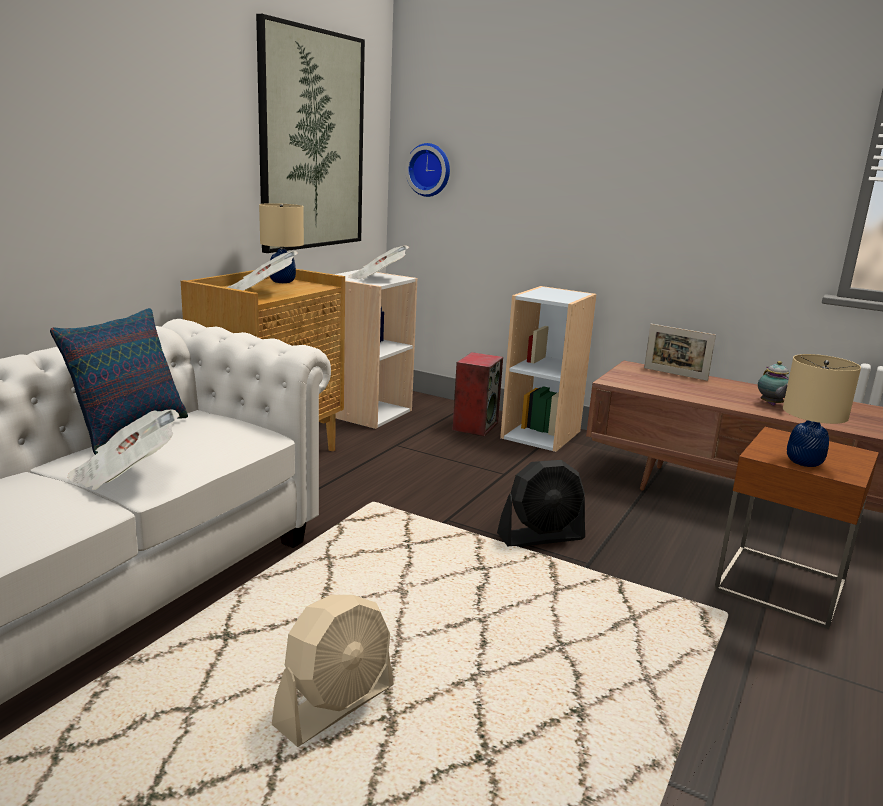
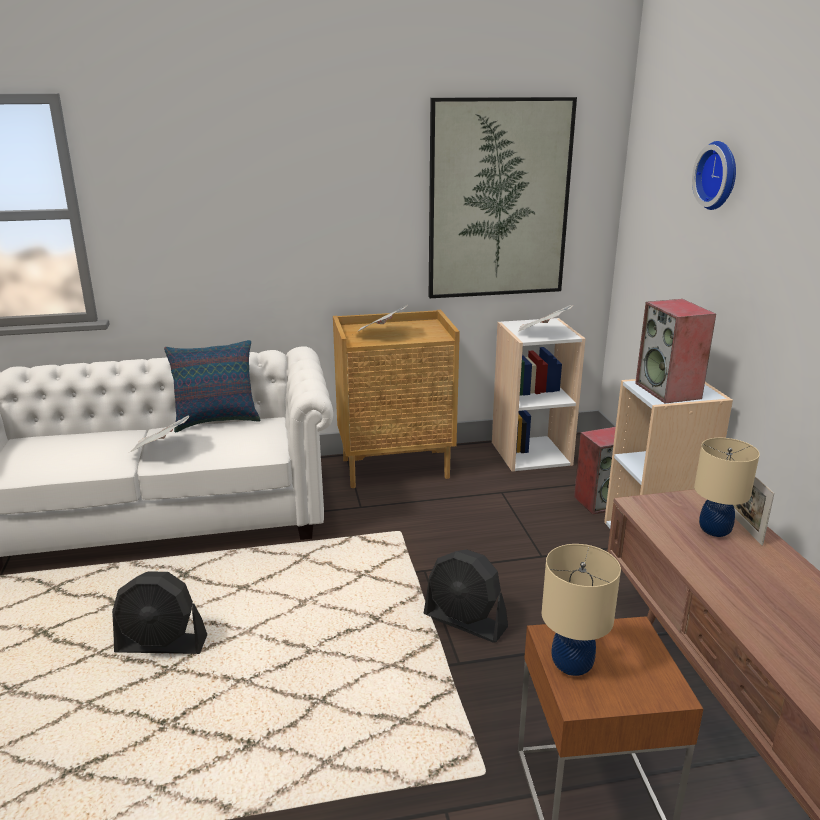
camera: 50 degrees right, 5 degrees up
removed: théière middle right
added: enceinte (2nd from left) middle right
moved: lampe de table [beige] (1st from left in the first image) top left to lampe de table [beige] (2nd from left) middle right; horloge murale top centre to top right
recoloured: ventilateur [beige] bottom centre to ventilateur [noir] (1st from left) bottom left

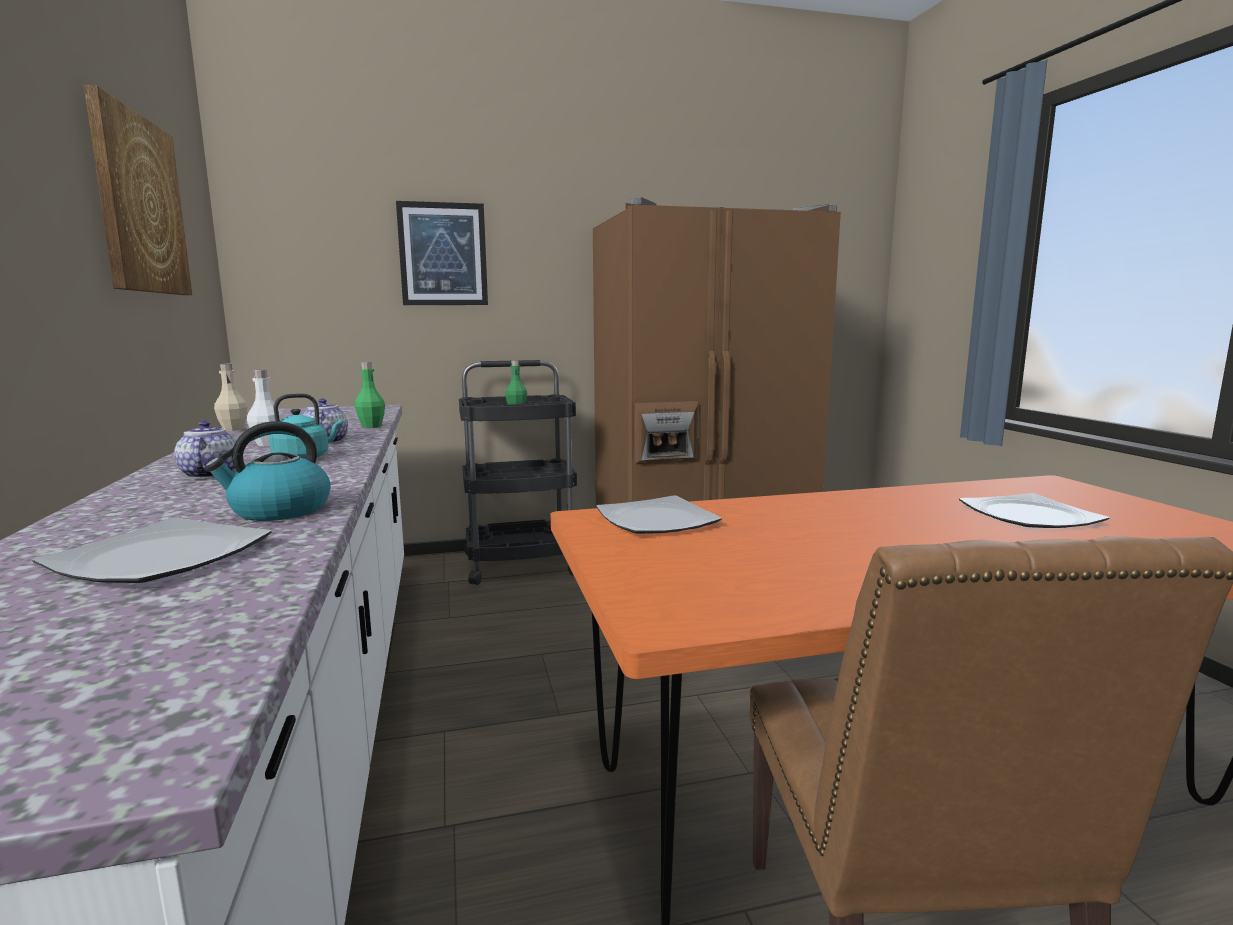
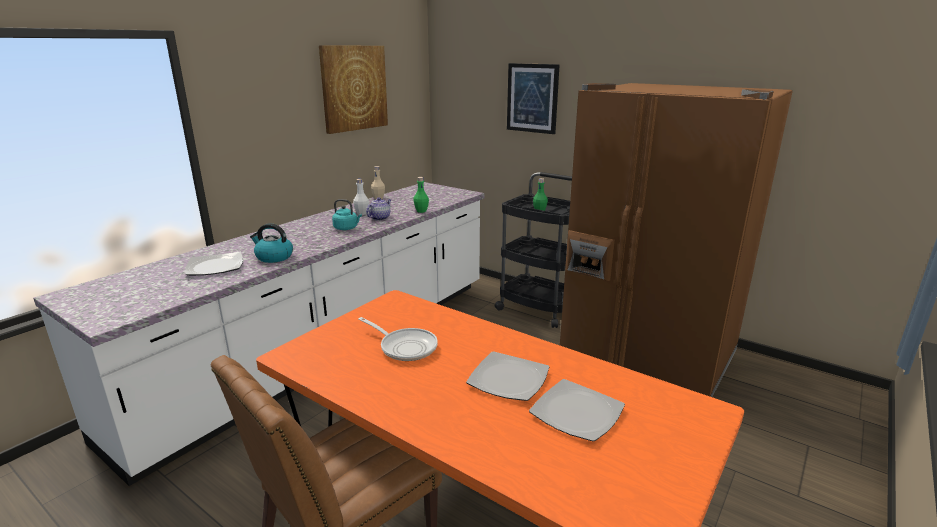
camera: 50 degrees right, 10 degrees up
removed: théière (1st from left) middle left
added: poêle centre
moved: assiette (2nd from left) centre to bottom centre

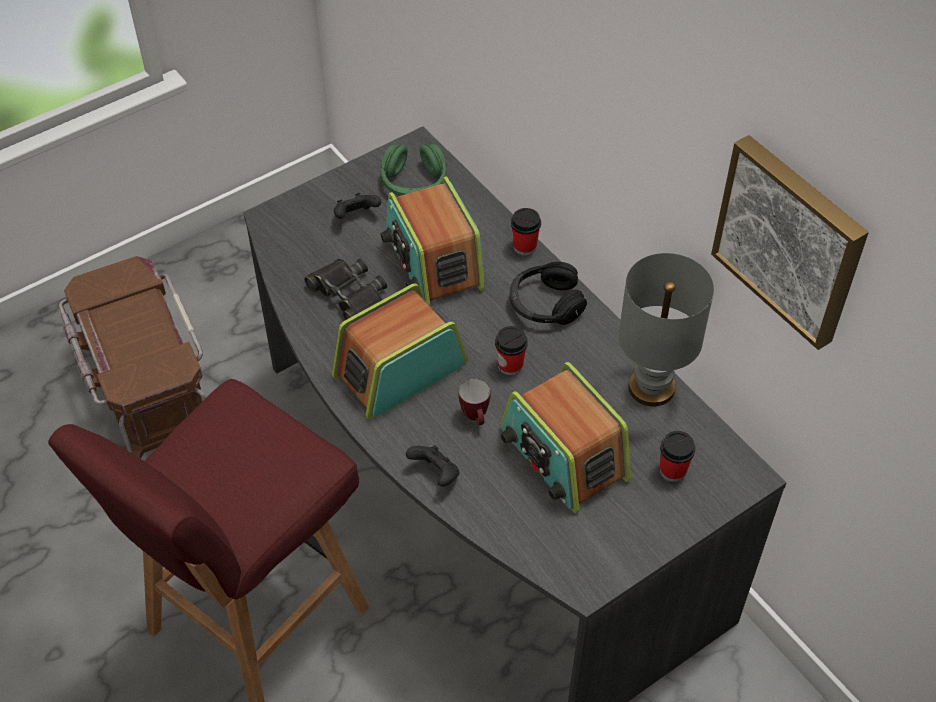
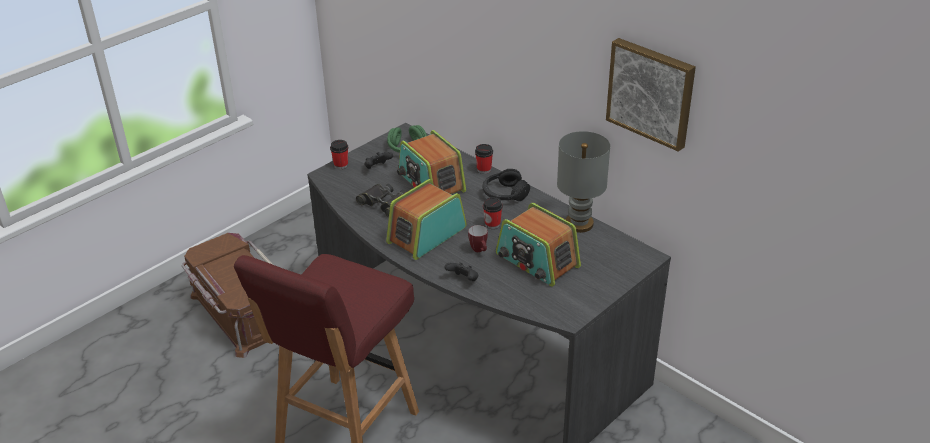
camera: 10 degrees left, 15 degrees down
moved: tasse (3rd from left in the first image) middle right to tasse (1st from left) centre

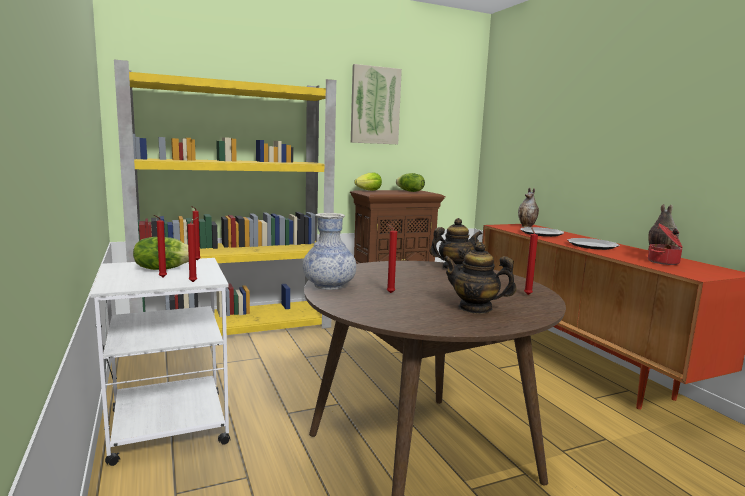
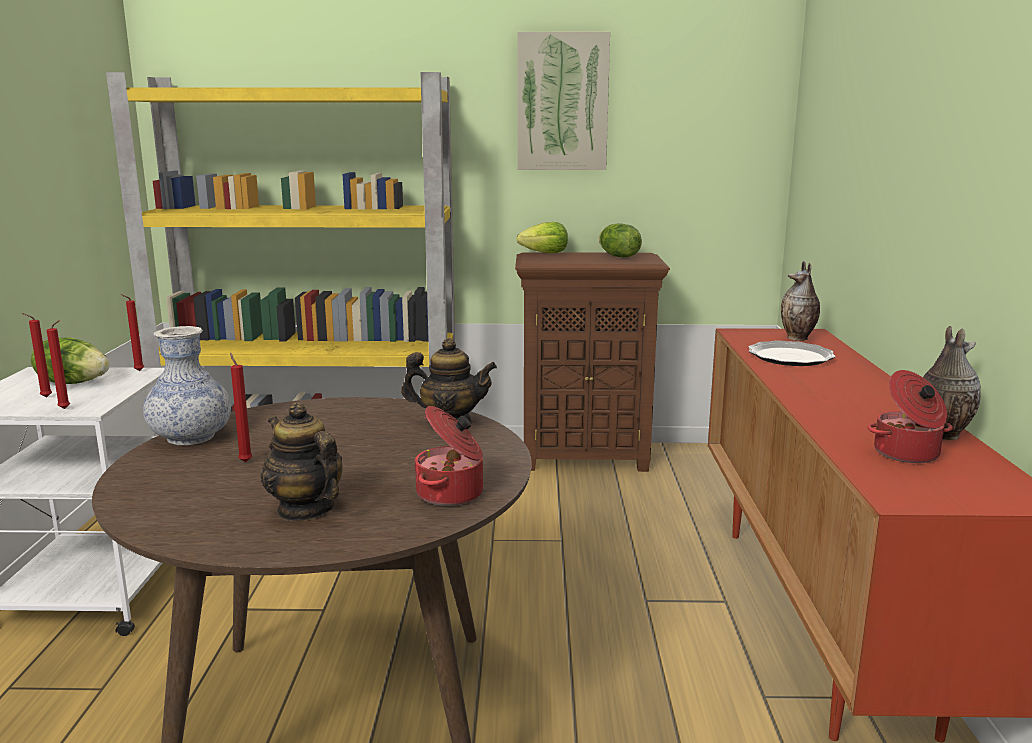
camera: 25 degrees right, 5 degrees up
removed: assiette (2nd from left) middle right
replaced: bougie [rouge] (5th from left) middle right to marmite (1st from left) centre

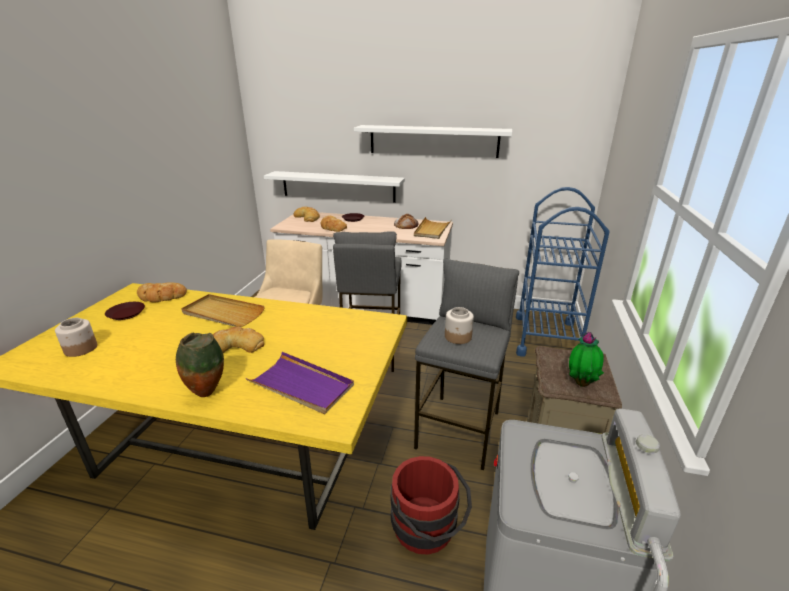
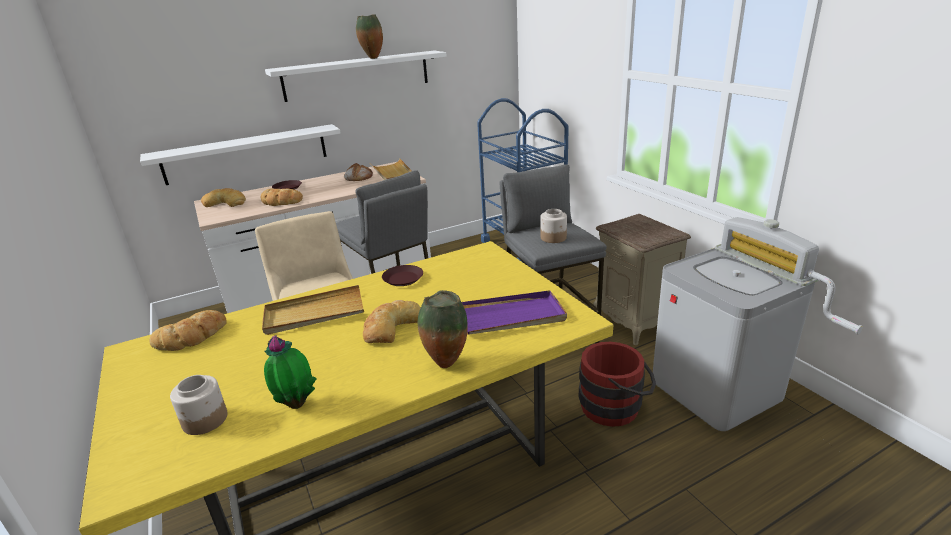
camera: 40 degrees left, 0 degrees up
added: vase (1st from left) top centre
moved: assiette [marron] (1st from left in the first image) middle left to assiette [marron] (2nd from left) centre; plante en pot middle right to bottom left

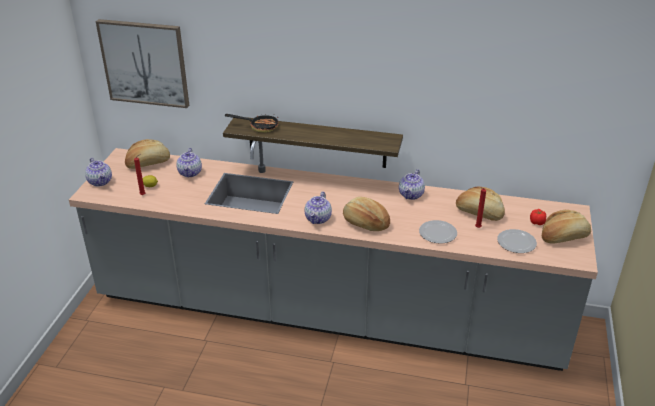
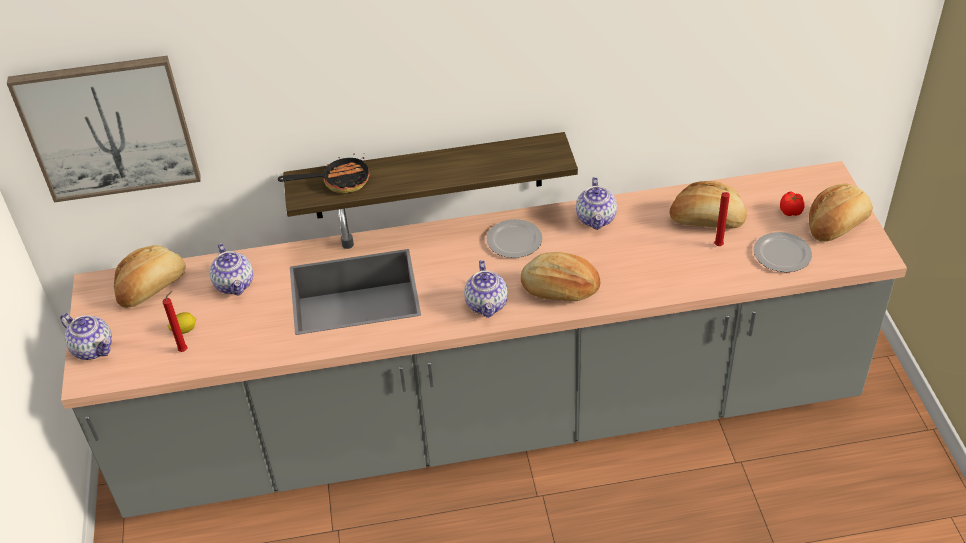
camera: 20 degrees left, 10 degrees up
moved: assiette (1st from left) middle right to centre

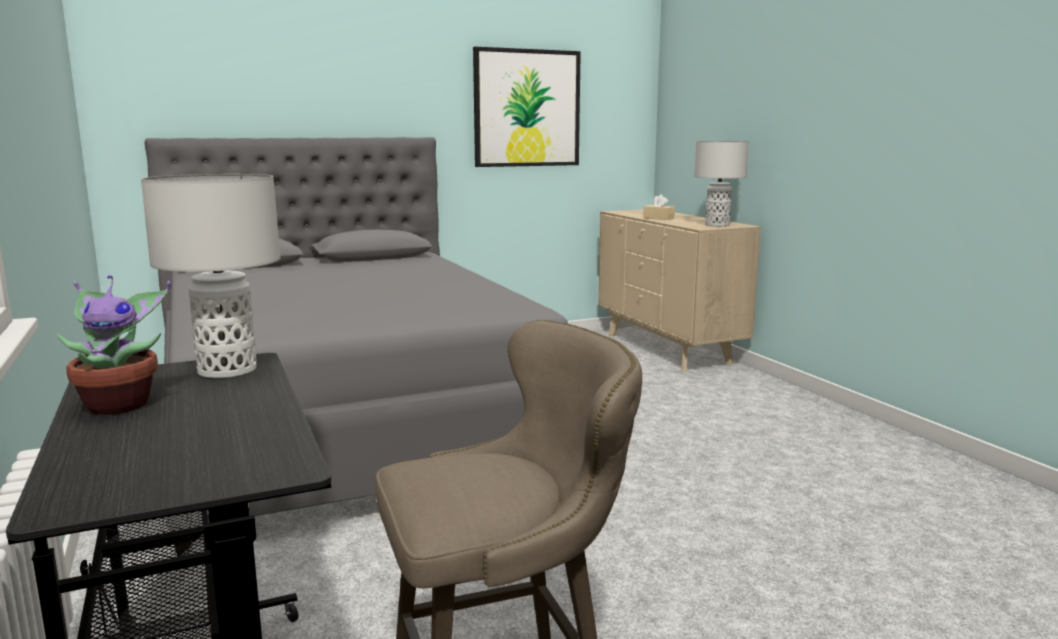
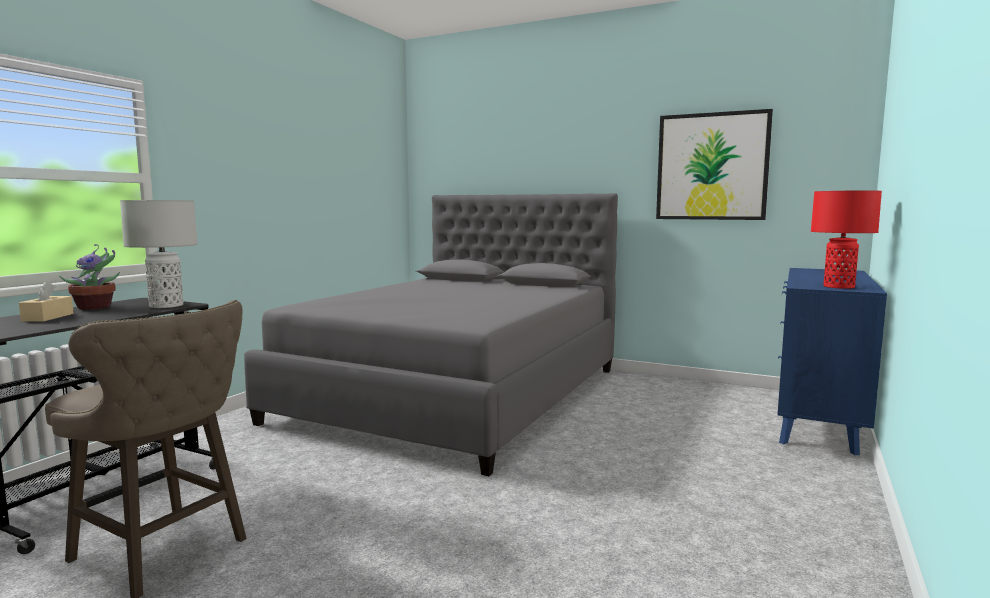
camera: 50 degrees right, 5 degrees down
moved: boîte à mouchoirs [beige] top centre to middle left
recoloured: commode [beige] centre to commode [bleu] middle right; lampe de table [blanc] (2nd from left) top right to lampe de table [rouge] middle right

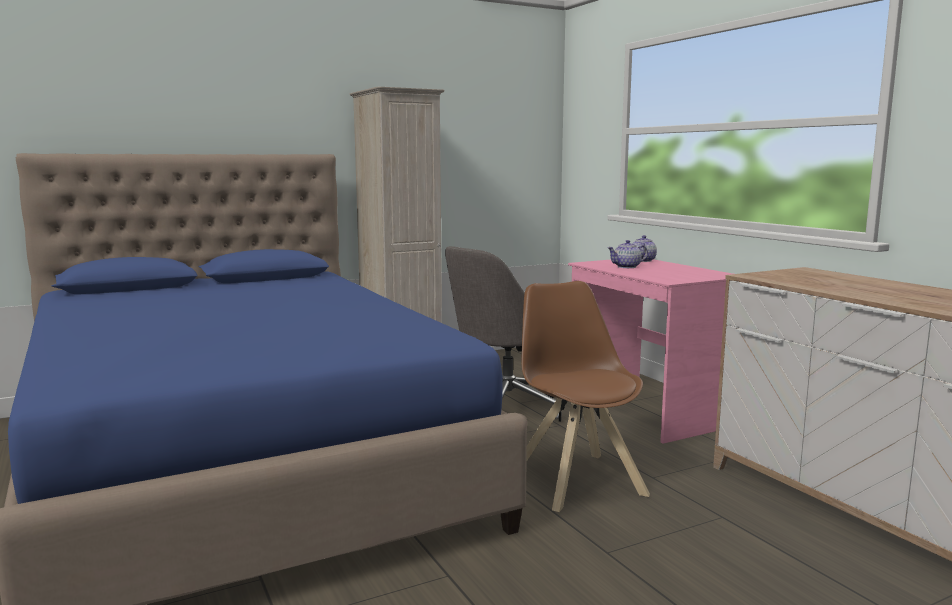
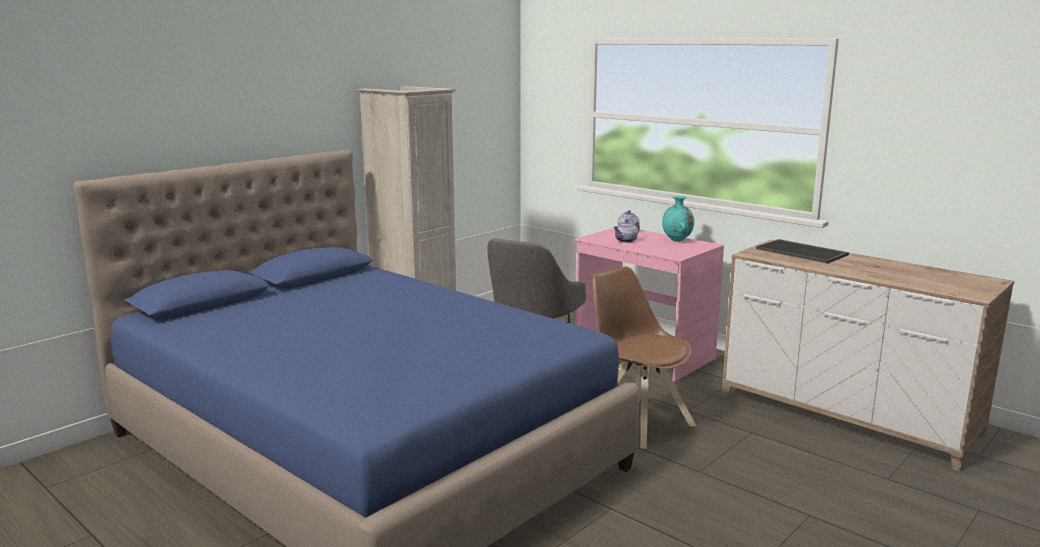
camera: 20 degrees left, 5 degrees up
added: vase [turquoise] centre; plateau middle right

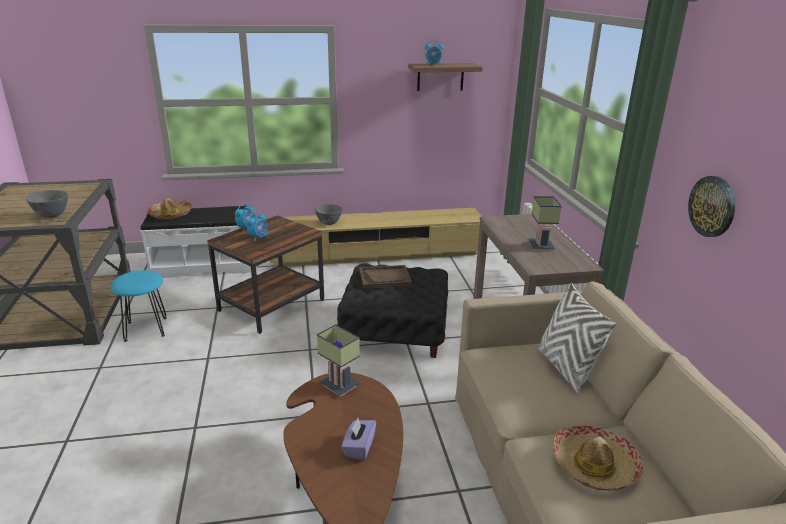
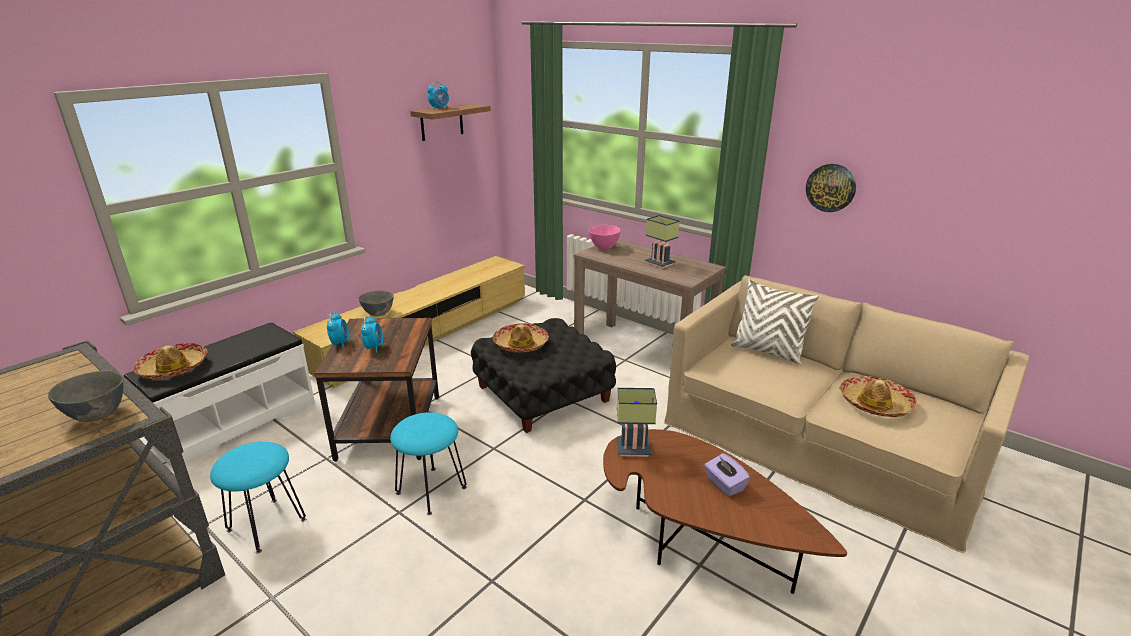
camera: 40 degrees left, 0 degrees up
added: tabouret [turquoise] (2nd from left) bottom centre; bol [rose] centre
replaced: plateau [marron] centre to chapeau (2nd from left) centre

